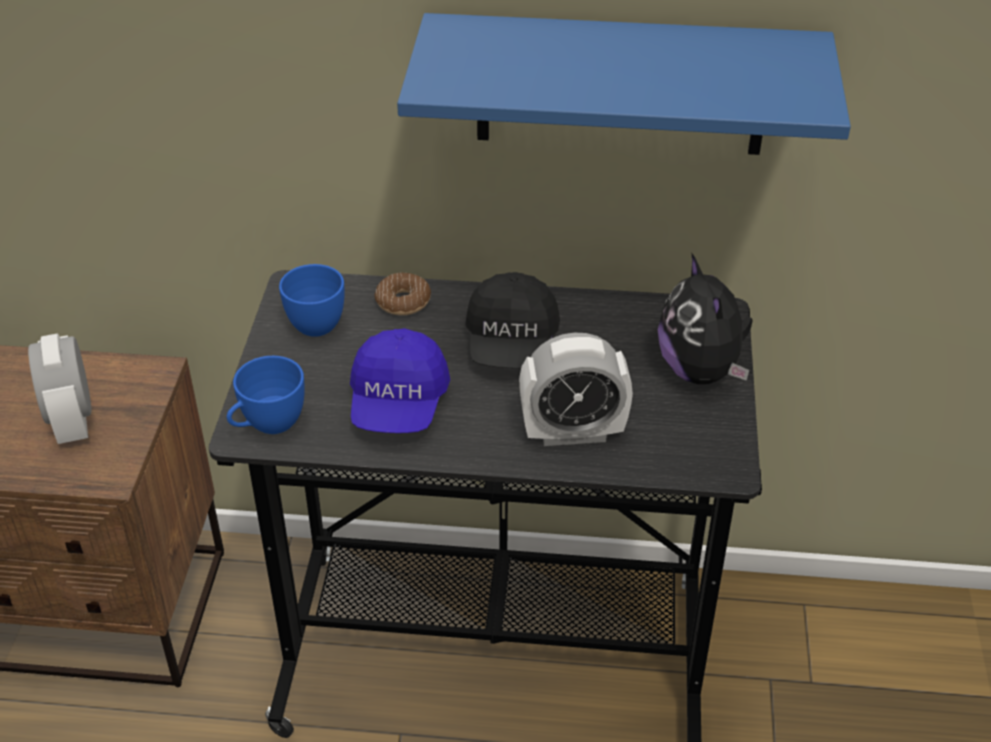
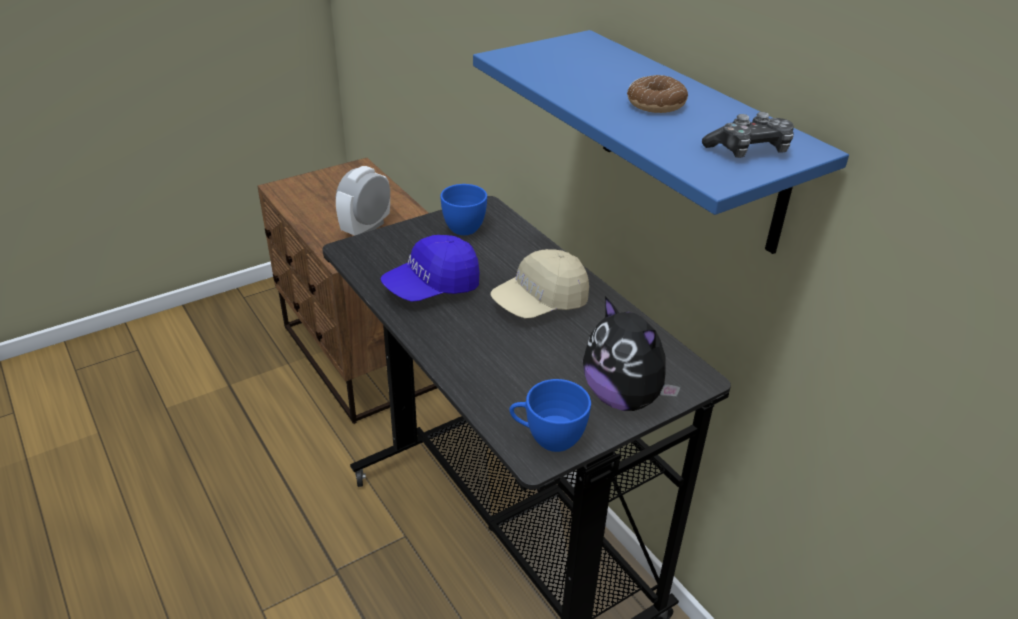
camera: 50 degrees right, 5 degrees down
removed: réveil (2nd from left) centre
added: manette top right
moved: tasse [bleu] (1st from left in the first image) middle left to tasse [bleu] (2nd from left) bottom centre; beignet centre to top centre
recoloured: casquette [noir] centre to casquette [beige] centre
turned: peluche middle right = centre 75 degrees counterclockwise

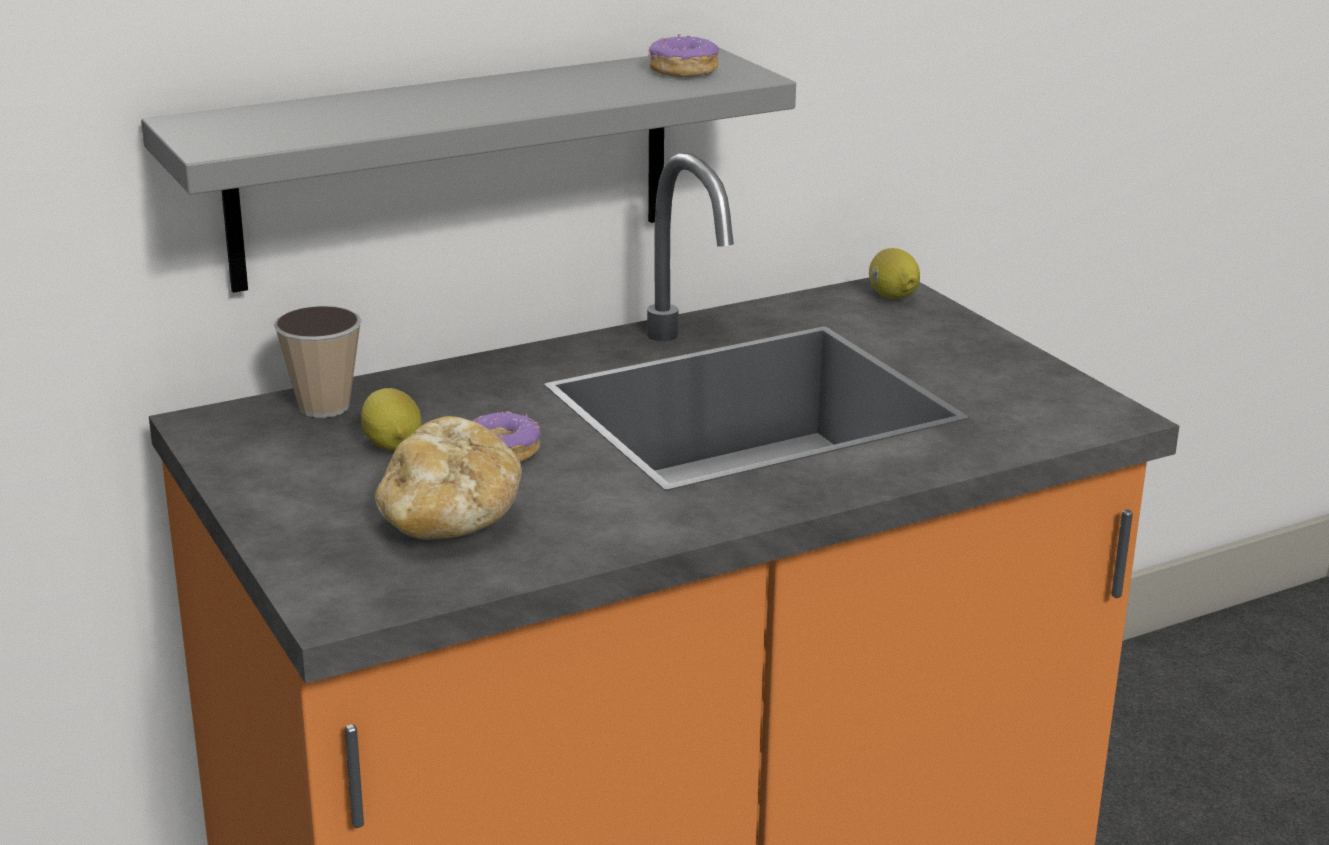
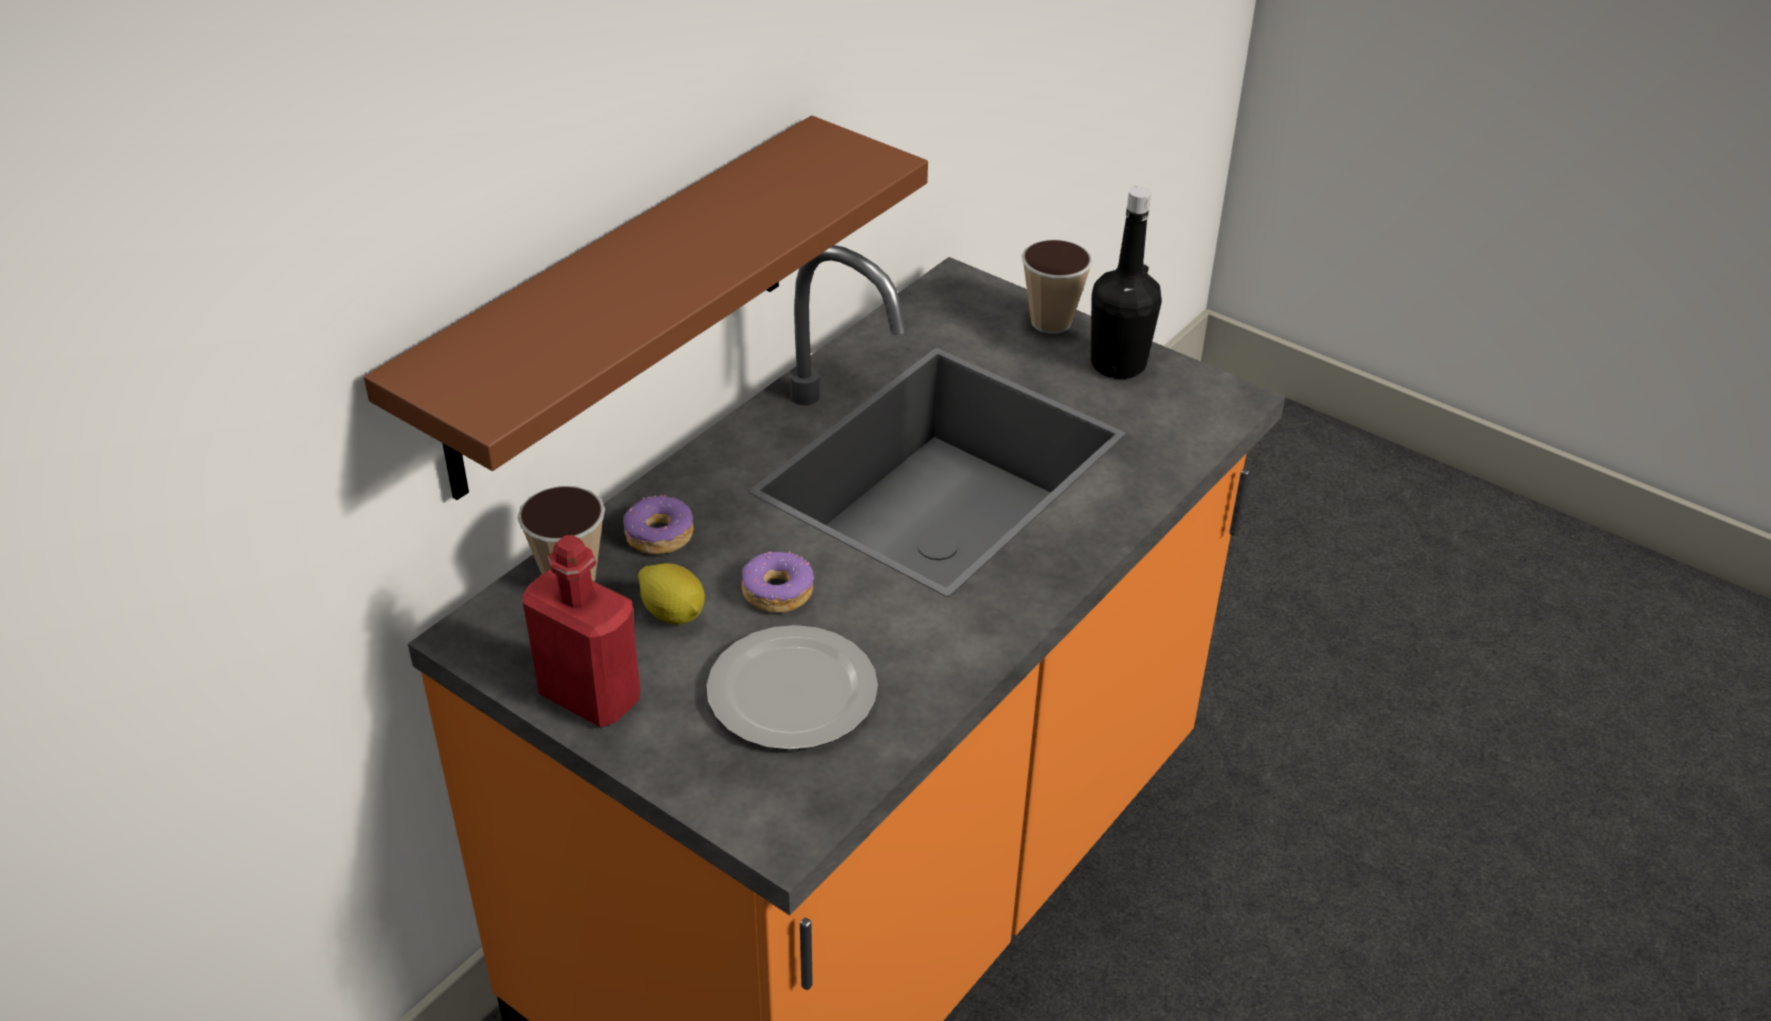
camera: 25 degrees left, 15 degrees up
removed: citron (2nd from left) top right
added: bouteille [rouge] middle left; tasse (2nd from left) top centre; bouteille [noir] top centre
moved: beignet (2nd from left in the first image) top centre to beignet (1st from left) centre
replaced: pain centre to assiette bottom centre
recoloured: étagère [gris] top centre to étagère [marron] top centre

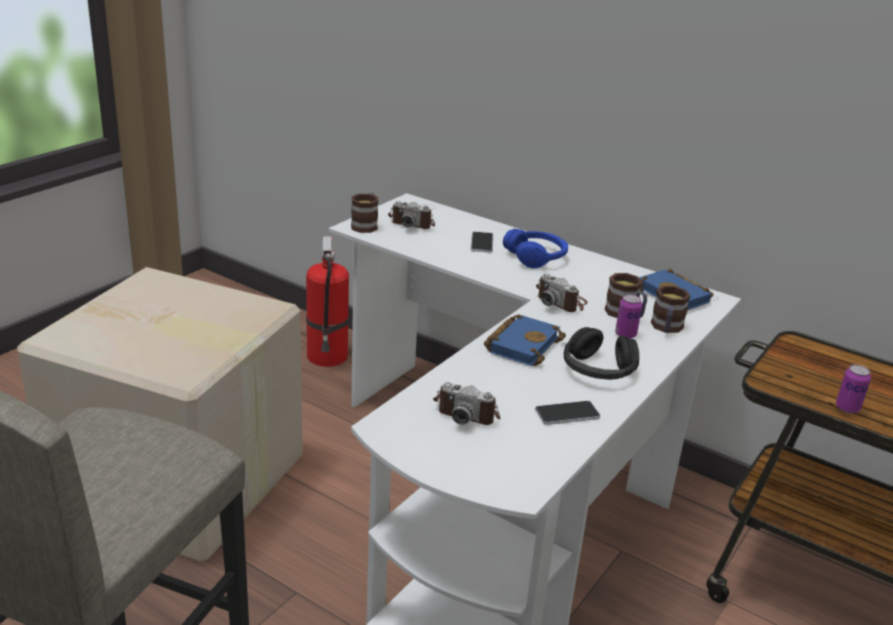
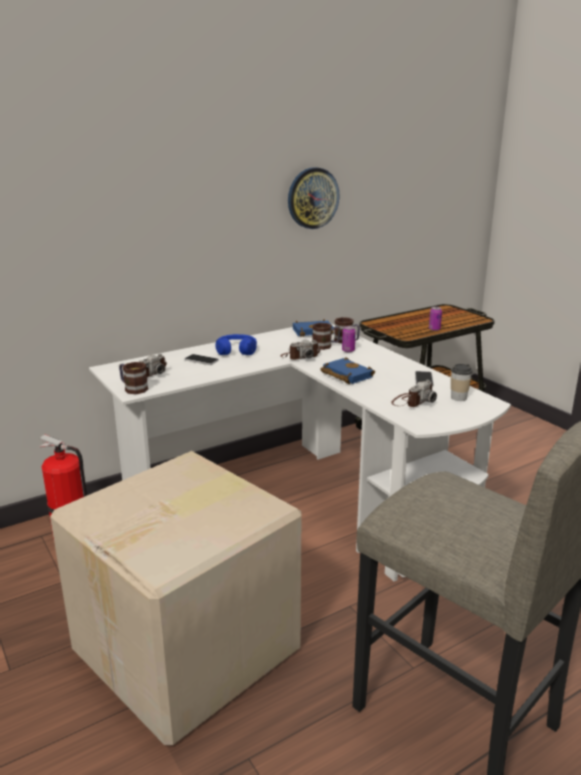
camera: 65 degrees left, 5 degrees down
removed: casque audio [noir] middle right
added: horloge murale top centre; tasse middle right

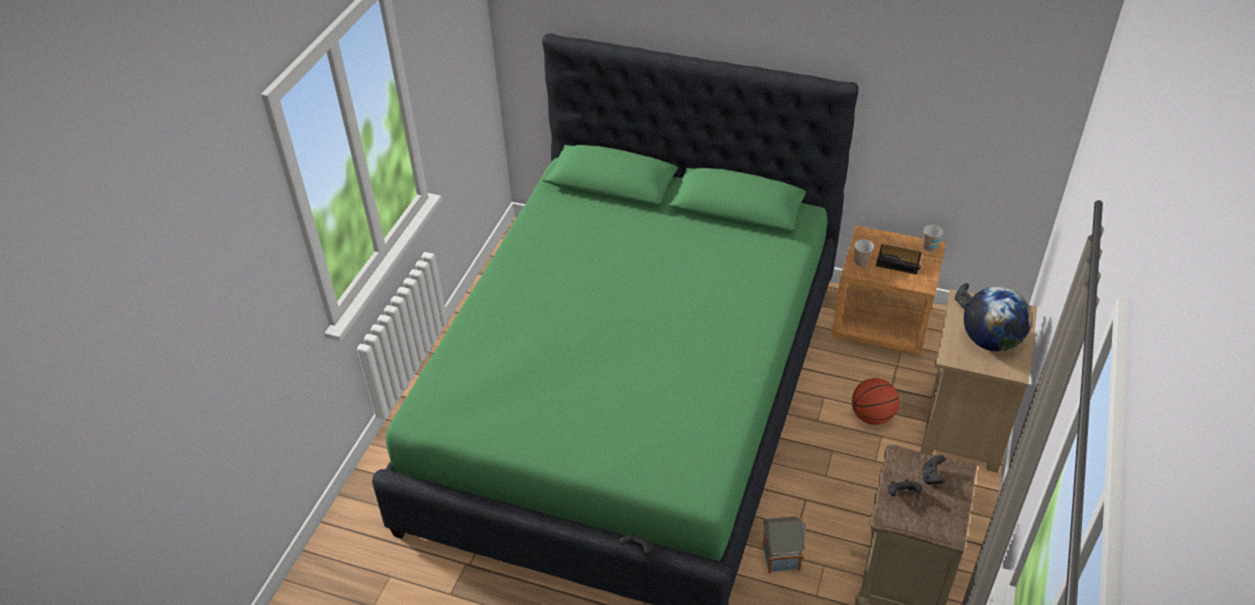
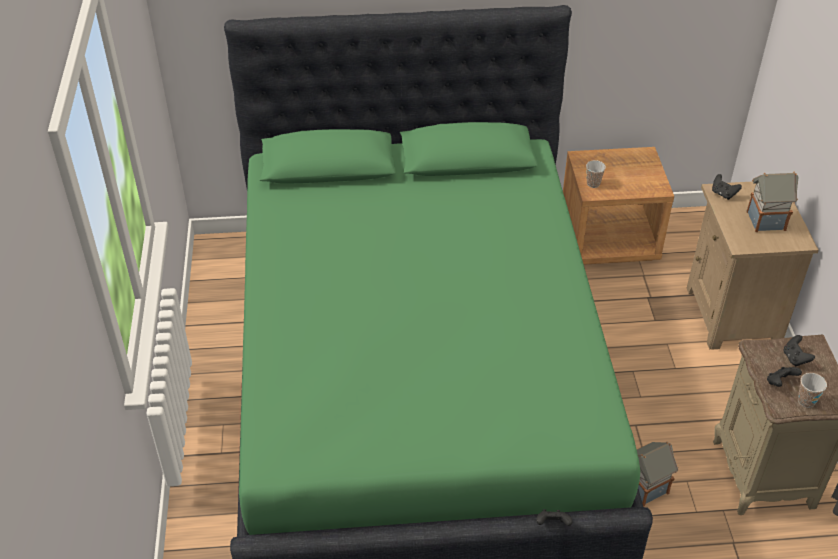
camera: 25 degrees left, 0 degrees up
removed: ballon de basket middle right; réveil middle right
moved: tasse (2nd from left) middle right to bottom right
replaced: globe middle right to maison miniature (2nd from left) middle right

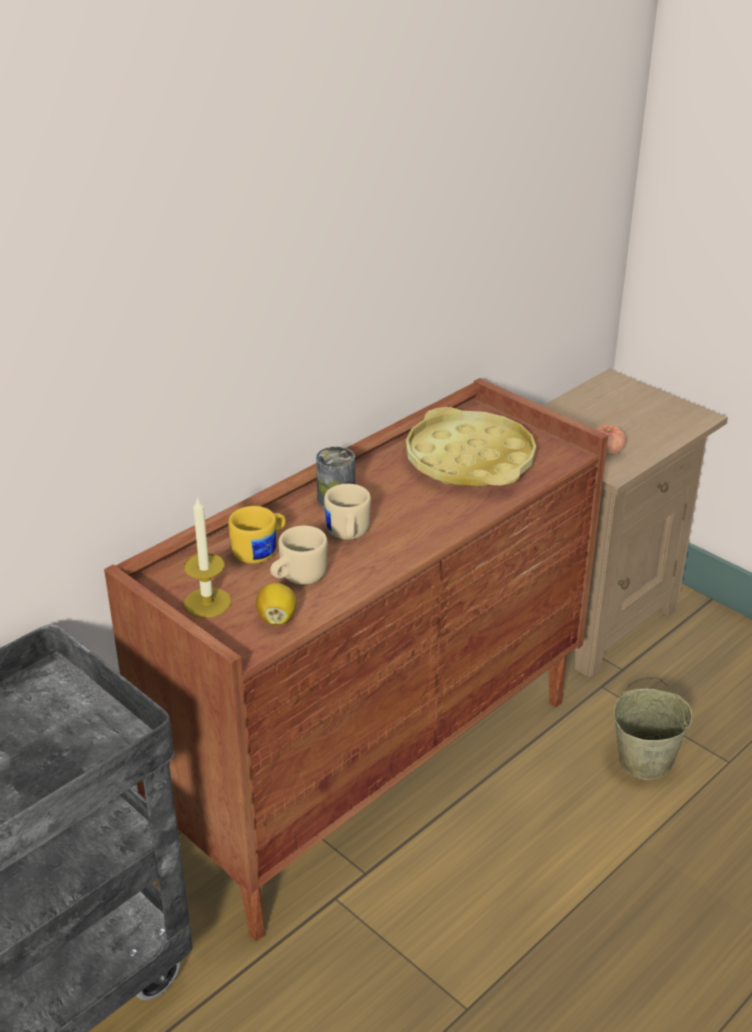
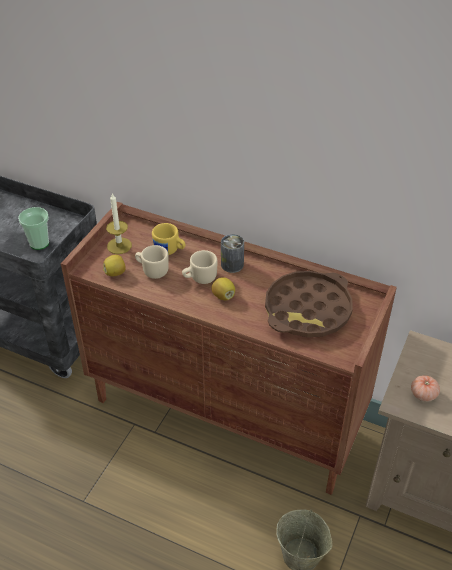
camera: 70 degrees right, 10 degrees up
added: tasse middle left; citron (2nd from left) centre
recoloured: plateau [jaune] centre to plateau [marron] middle right

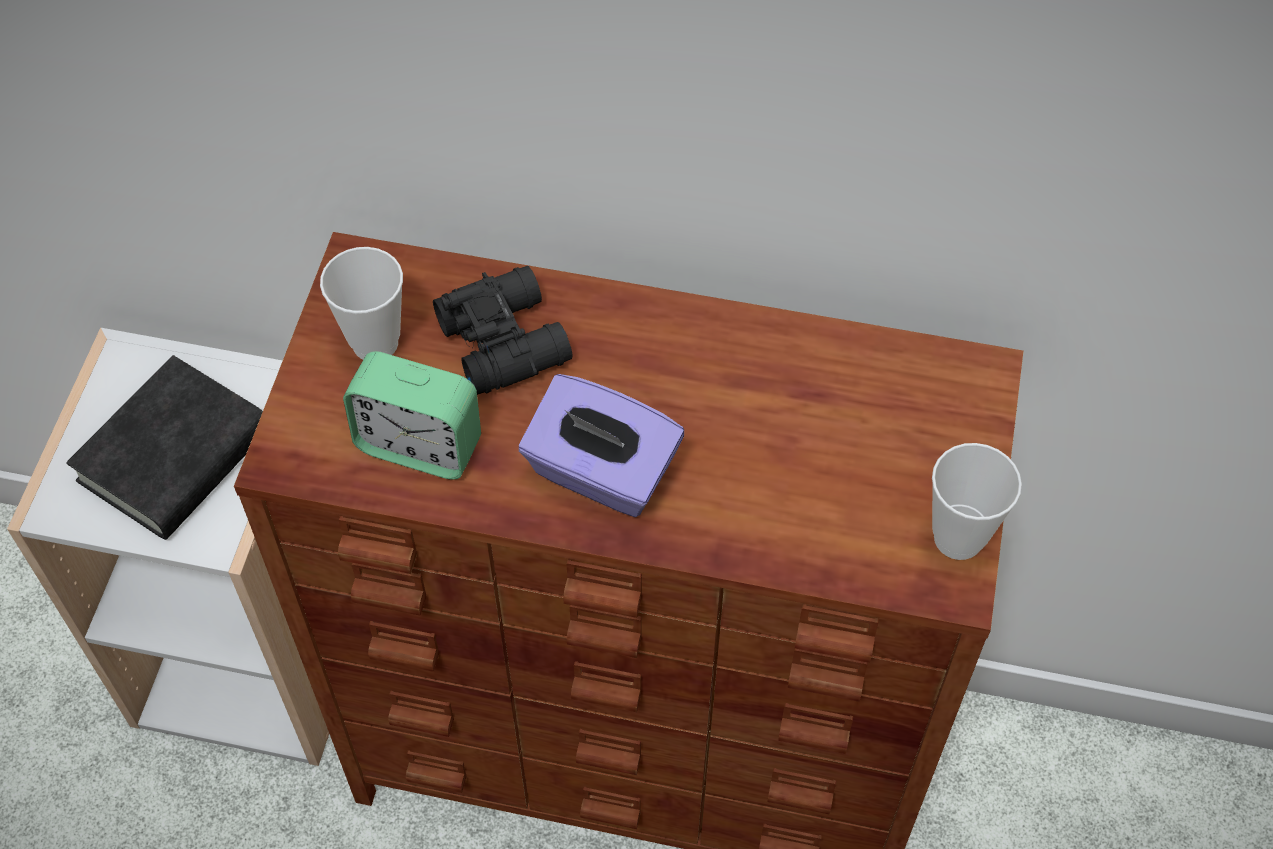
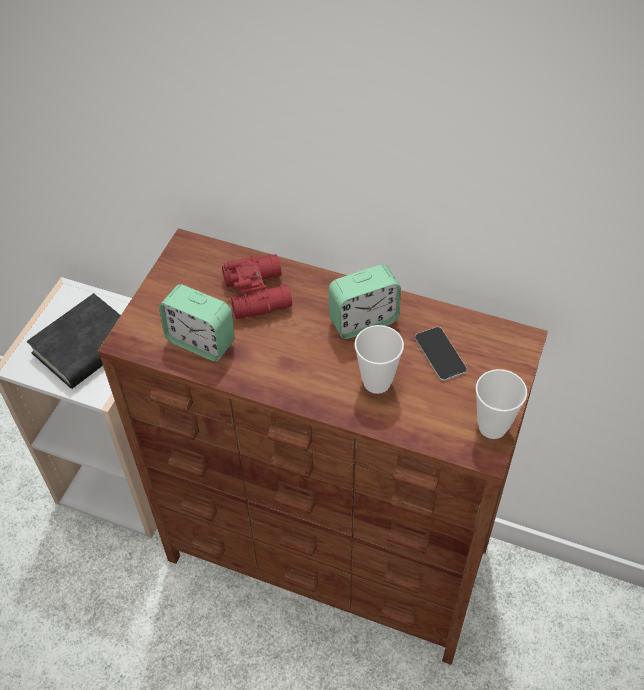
camera: 10 degrees right, 5 degrees down
removed: boîte à mouchoirs [violet] centre
added: réveil (2nd from left) centre; téléphone middle right
moved: tasse (1st from left) middle left to centre
recoloured: jumelles [noir] centre to jumelles [rouge] centre

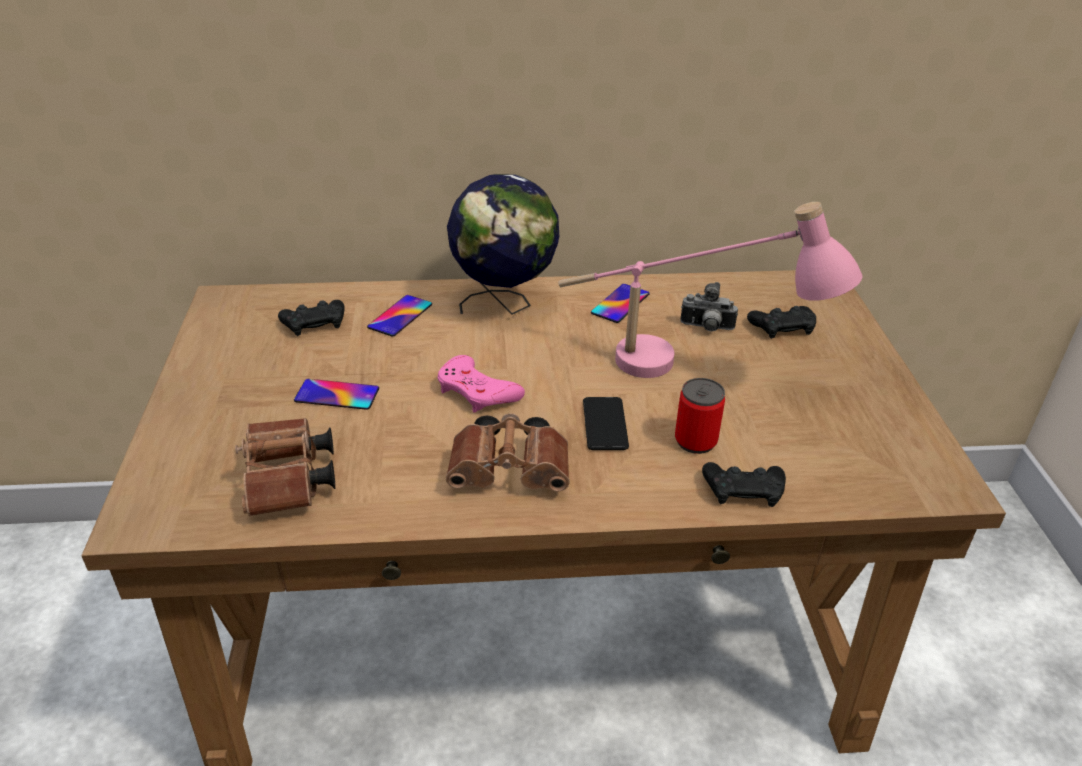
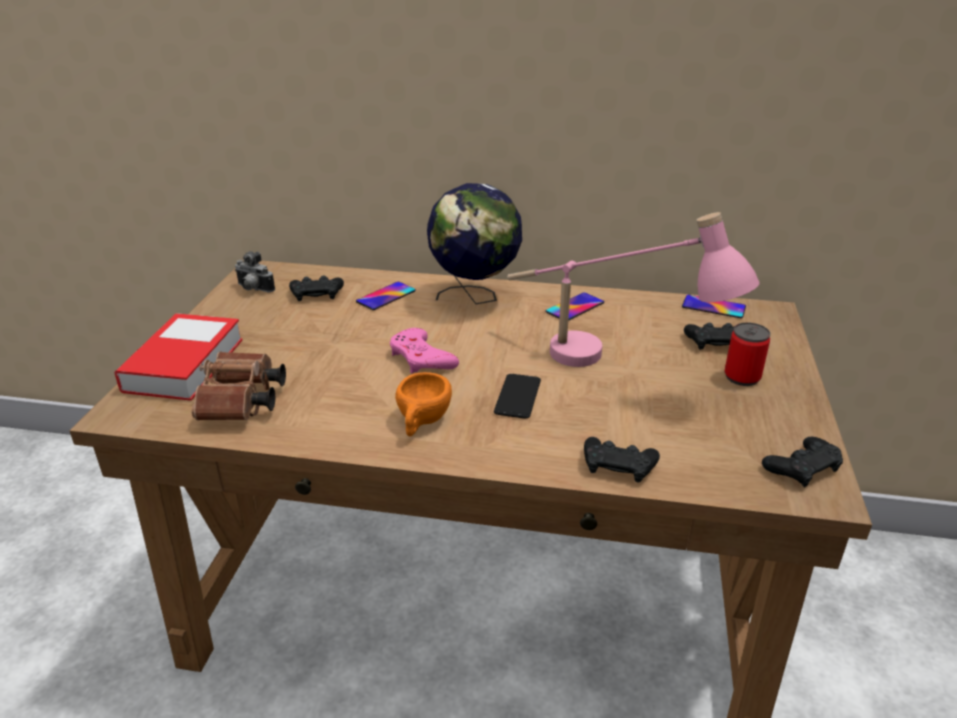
camera: 15 degrees right, 5 degrees down
added: livre middle left; manette [noir] (4th from left) middle right
moved: téléphone (1st from left in the first image) middle left to téléphone (4th from left) middle right; boîte métallique centre to middle right; appareil photo centre to middle left
replaced: jumelles [marron] (2nd from left) centre to tasse [orange] centre

